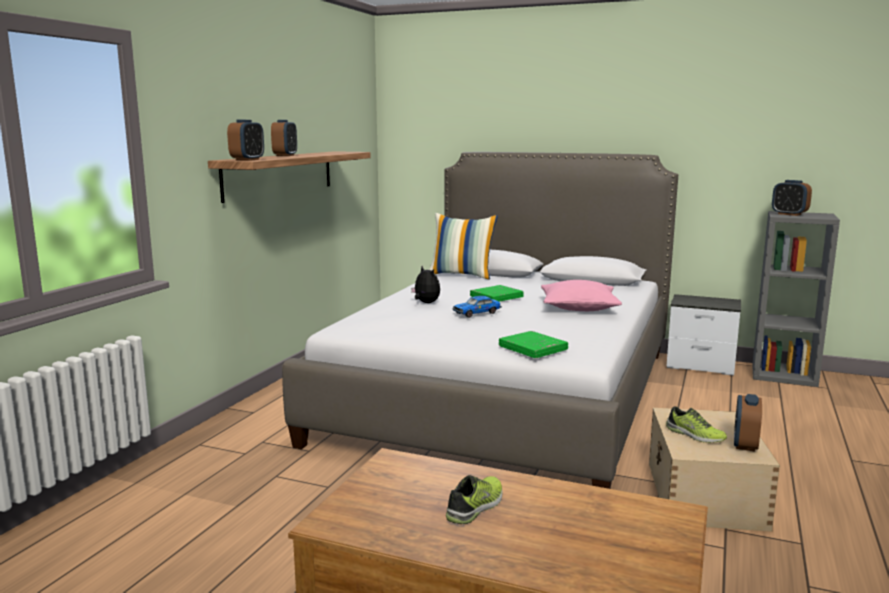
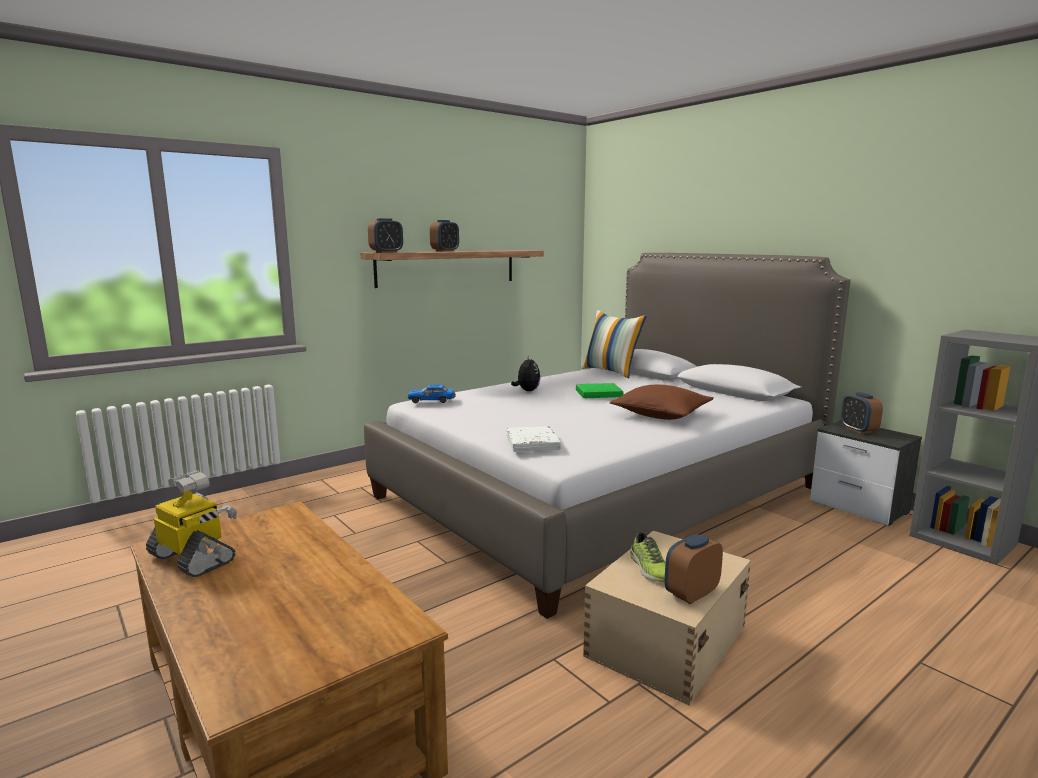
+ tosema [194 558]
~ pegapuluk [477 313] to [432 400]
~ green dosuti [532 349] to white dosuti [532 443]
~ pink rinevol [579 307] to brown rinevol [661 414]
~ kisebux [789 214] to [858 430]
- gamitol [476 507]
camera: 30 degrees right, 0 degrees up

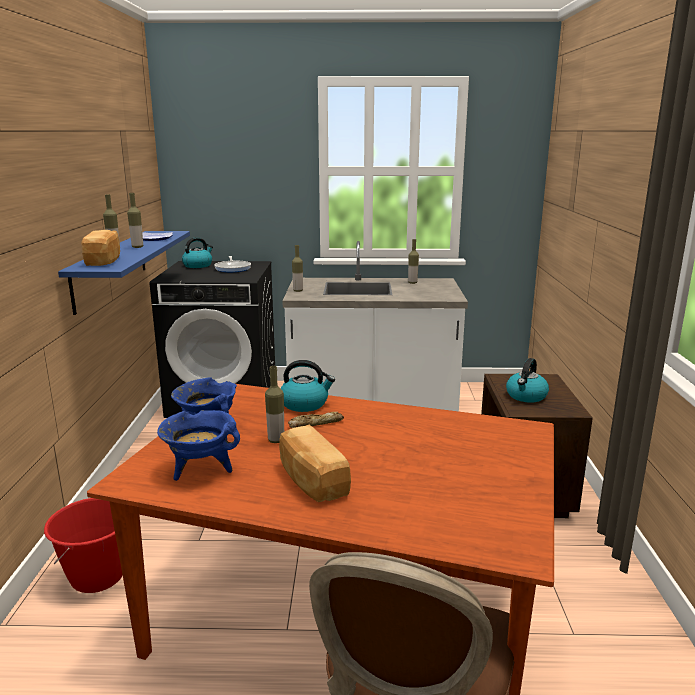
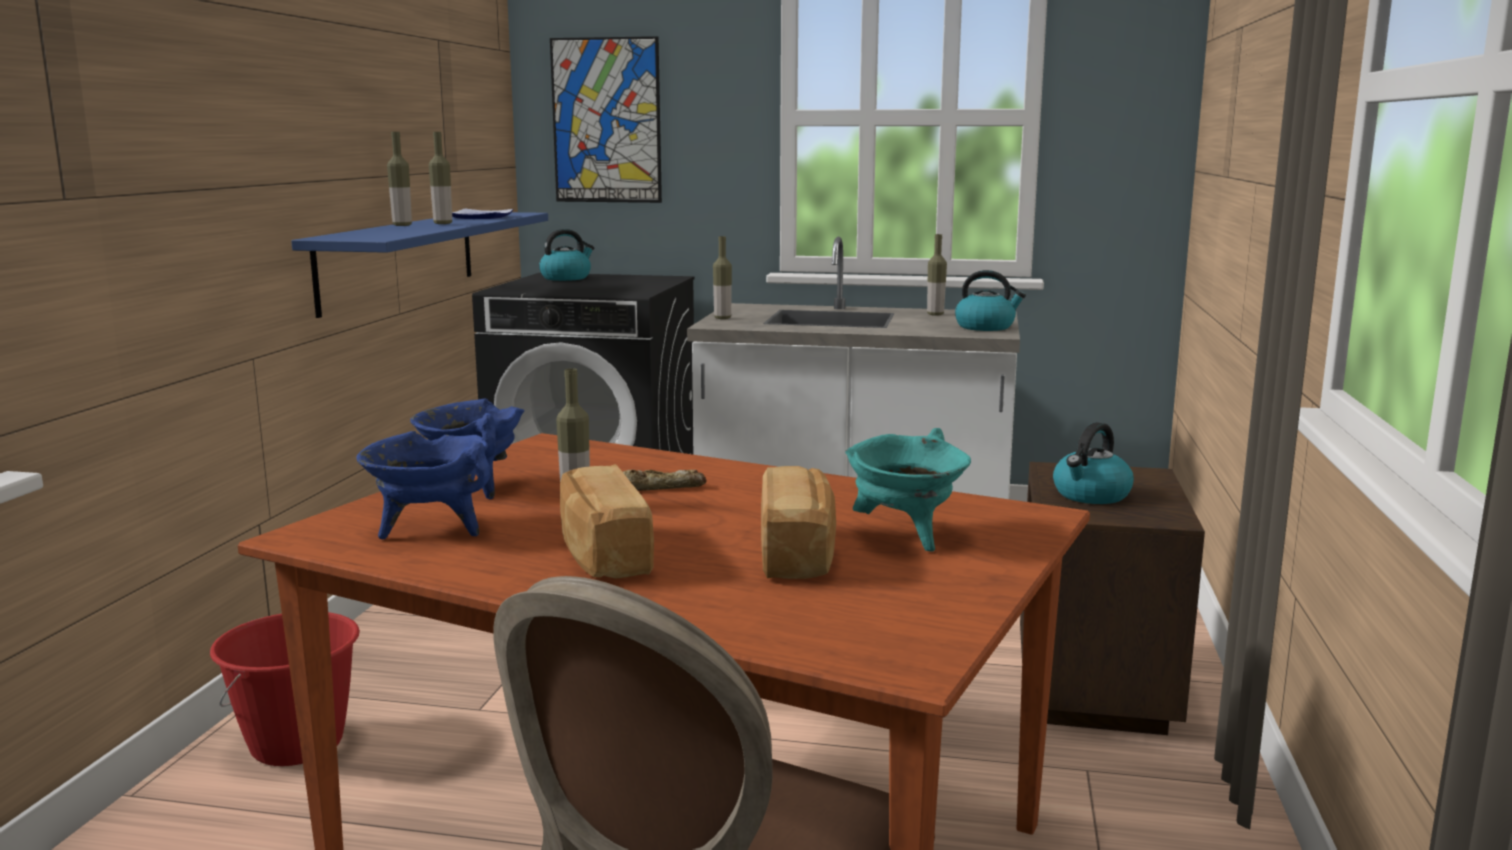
+ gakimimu [606 121]
~ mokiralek [105 260] to [798 553]
+ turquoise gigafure [905 536]
~ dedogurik [305 404] to [986 327]
- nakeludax [233 268]
camera: 10 degrees right, 5 degrees down

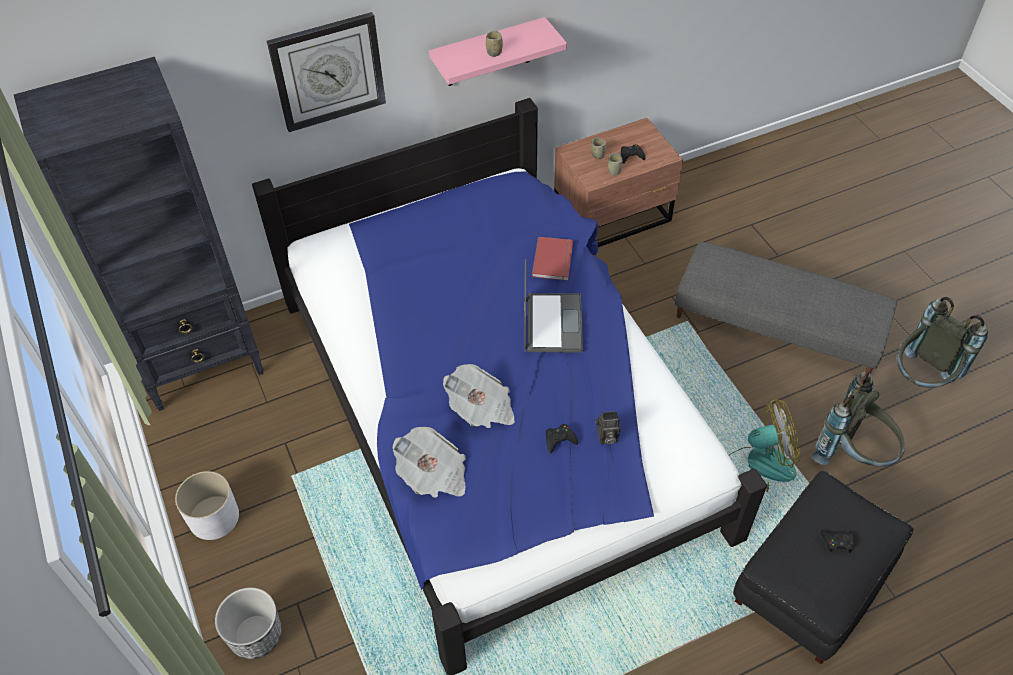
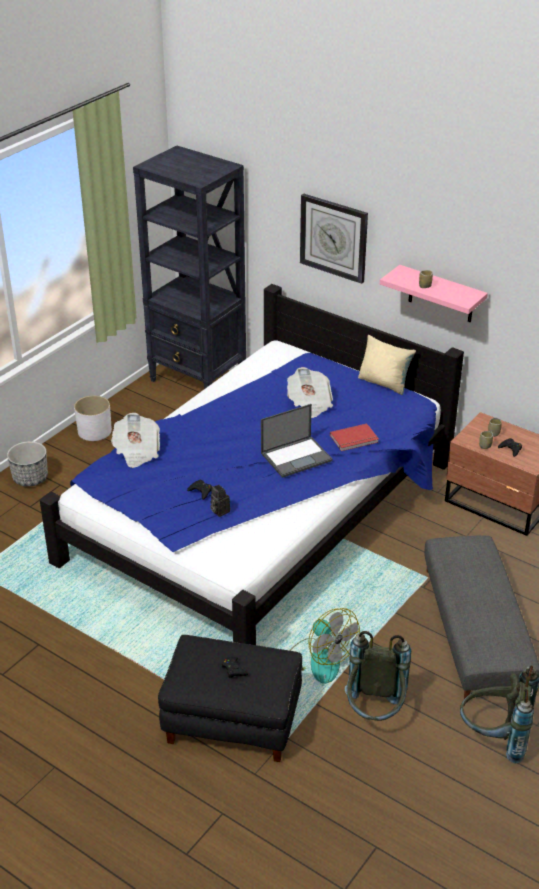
~ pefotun [481 409] to [309 403]
+ beige rinevol [384 383]
camera: 60 degrees right, 15 degrees down

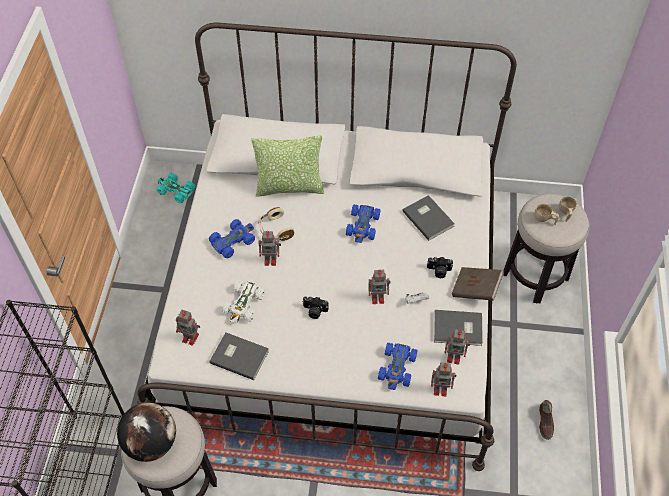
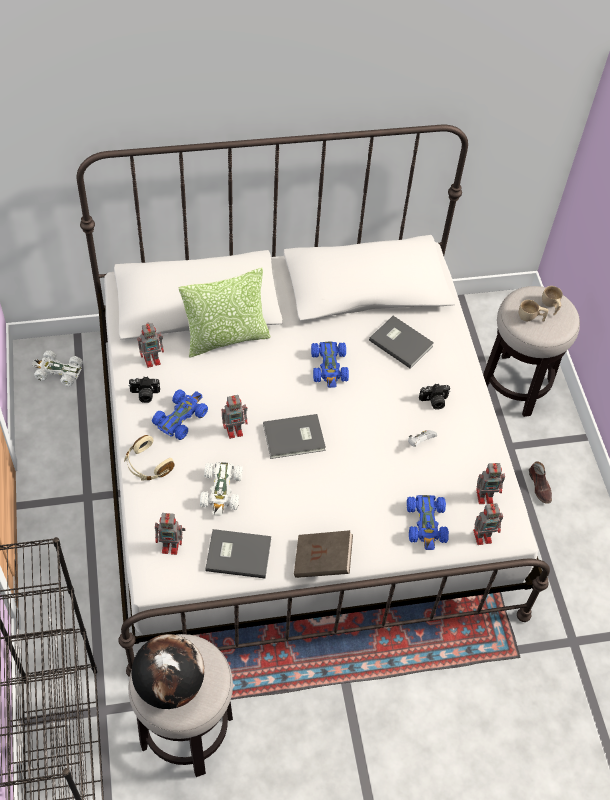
~ turquoise pegapuluk [176 191] to white pegapuluk [58 372]
~ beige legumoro [275 230] to [147 465]
~ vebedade [314 311] to [144 394]
~ tosema [378 297] to [153 359]
~ grey dosuti [458 329] to [295 438]
~ brown dosuti [475 290] to [322 561]
~ brown gamitol [545 422] to [540 486]
camera: 20 degrees left, 0 degrees up

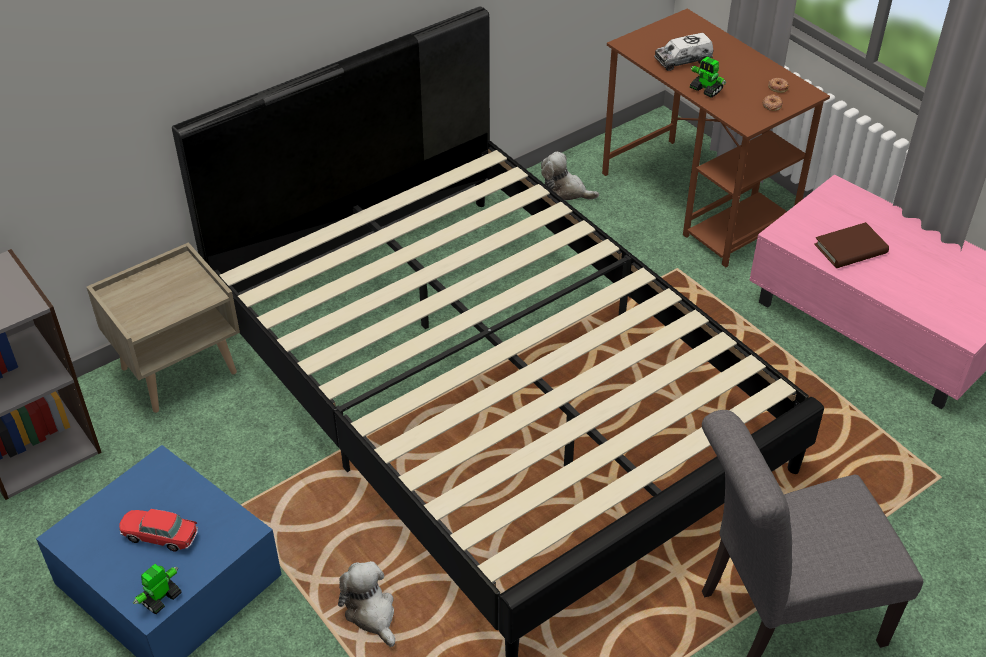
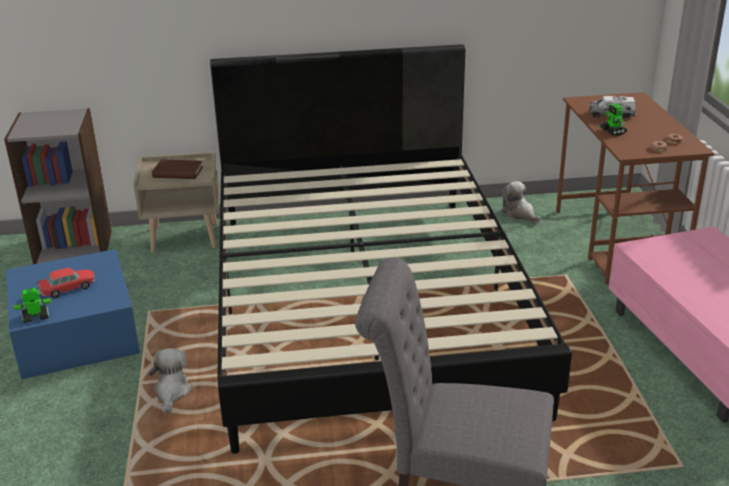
~ pegapuluk [160 535] = [68 289] 105 degrees clockwise
~ brown dosuti [850 249] to [178 172]
camera: 30 degrees right, 15 degrees down

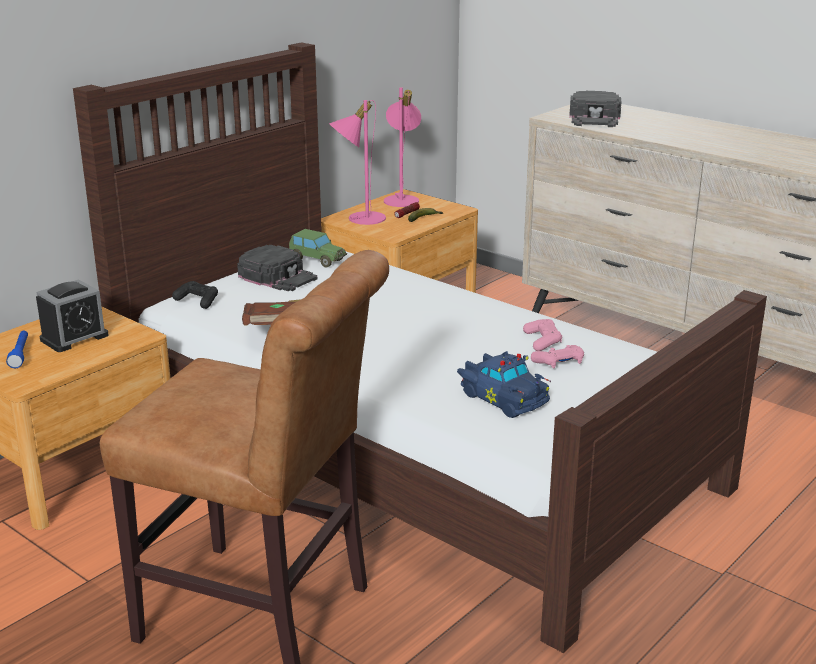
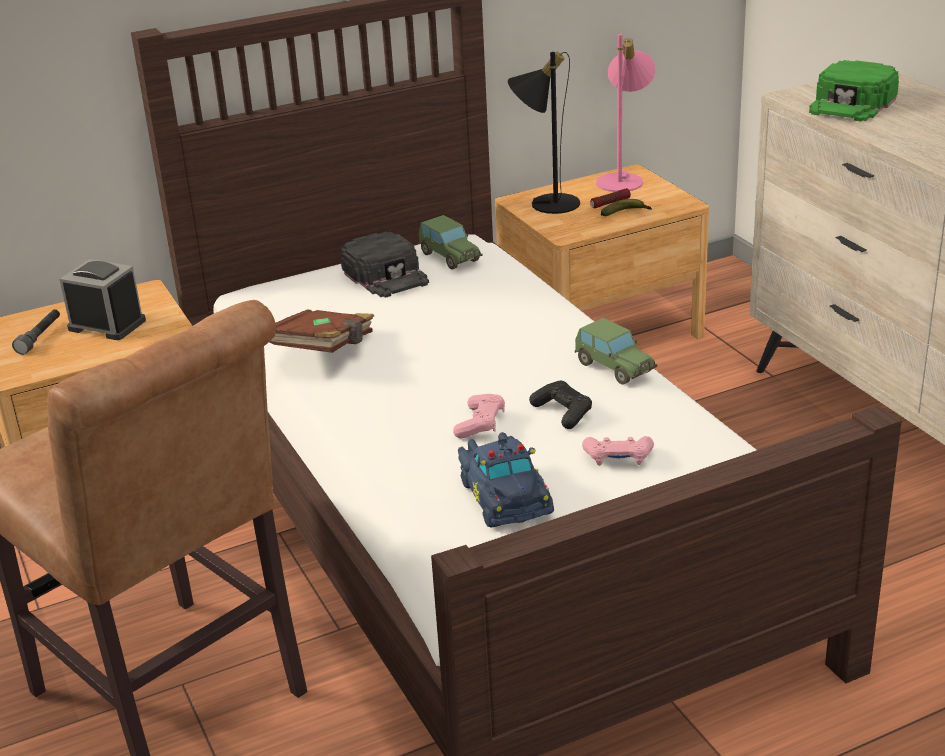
~ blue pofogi [20 354] to grey pofogi [40 337]
~ kisebux [74 337] = [107 325] 135 degrees counterclockwise
~ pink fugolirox [542 341] to [480 424]
~ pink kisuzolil [359 218] to black kisuzolil [546 202]
~ black fugolirox [197 301] to [562 412]
+ pegapuluk [614 367]
~ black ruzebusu [595 118] to green ruzebusu [852 103]
camera: 25 degrees right, 5 degrees up

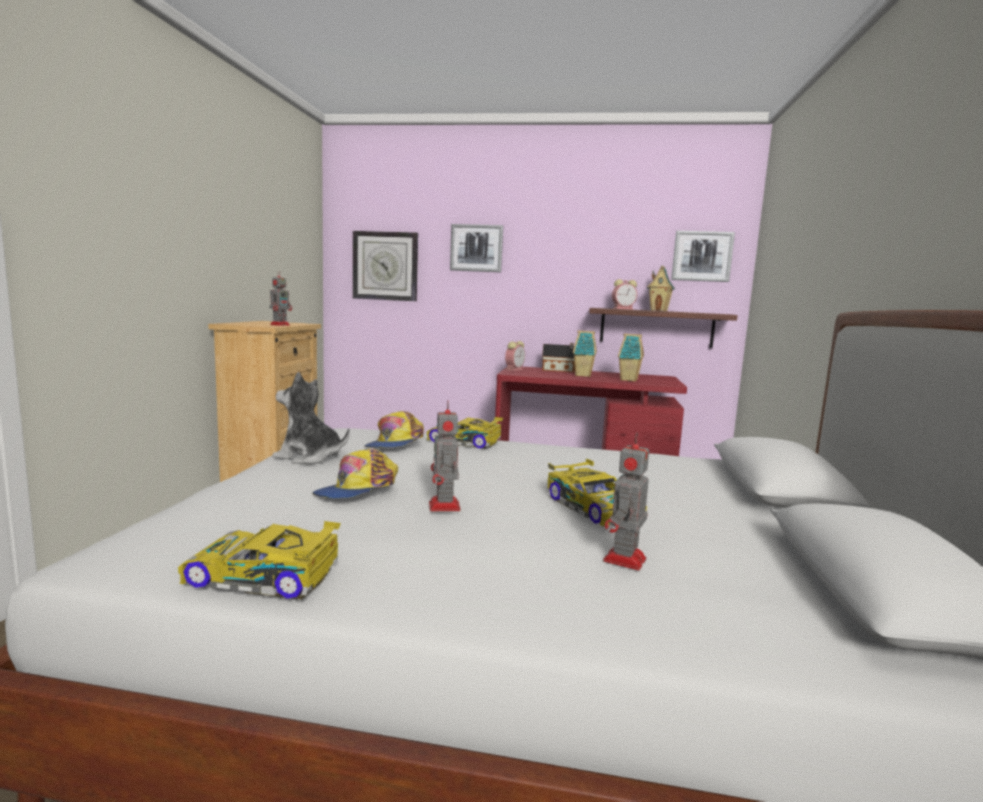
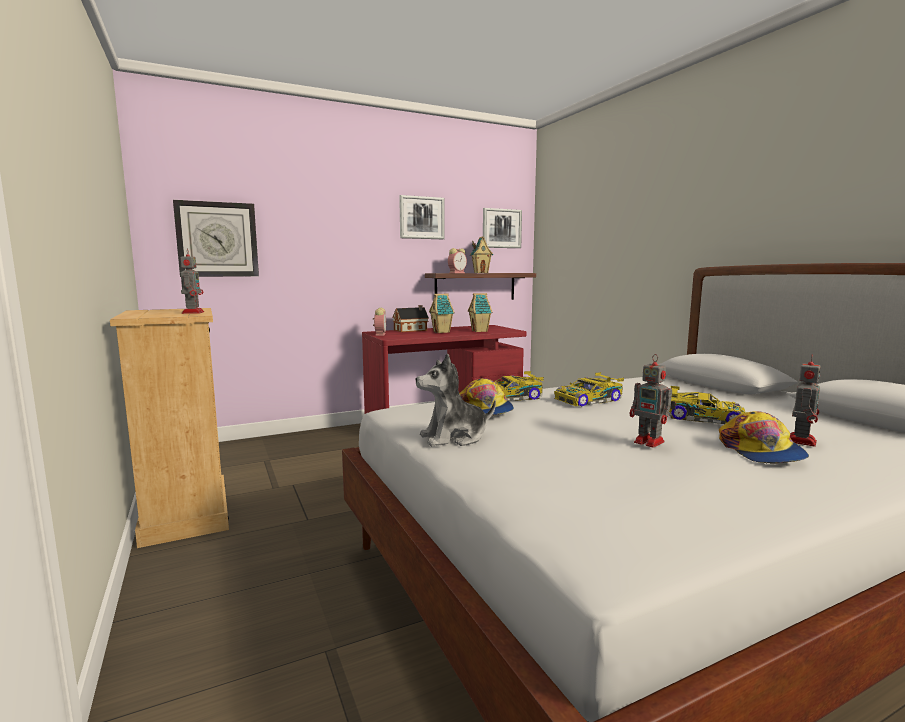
~ gakimimu [476 248] to [421 218]
~ pegapuluk [265 576] to [589 399]
~ ruzebusu [358 490] to [761 451]
~ tosema [624 561] = [801 441] 135 degrees counterclockwise
camera: 35 degrees left, 0 degrees up

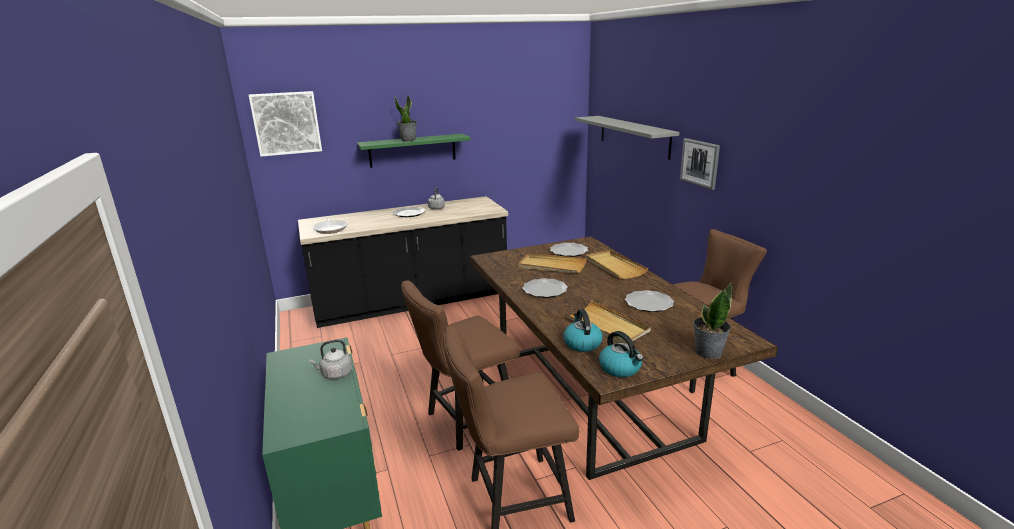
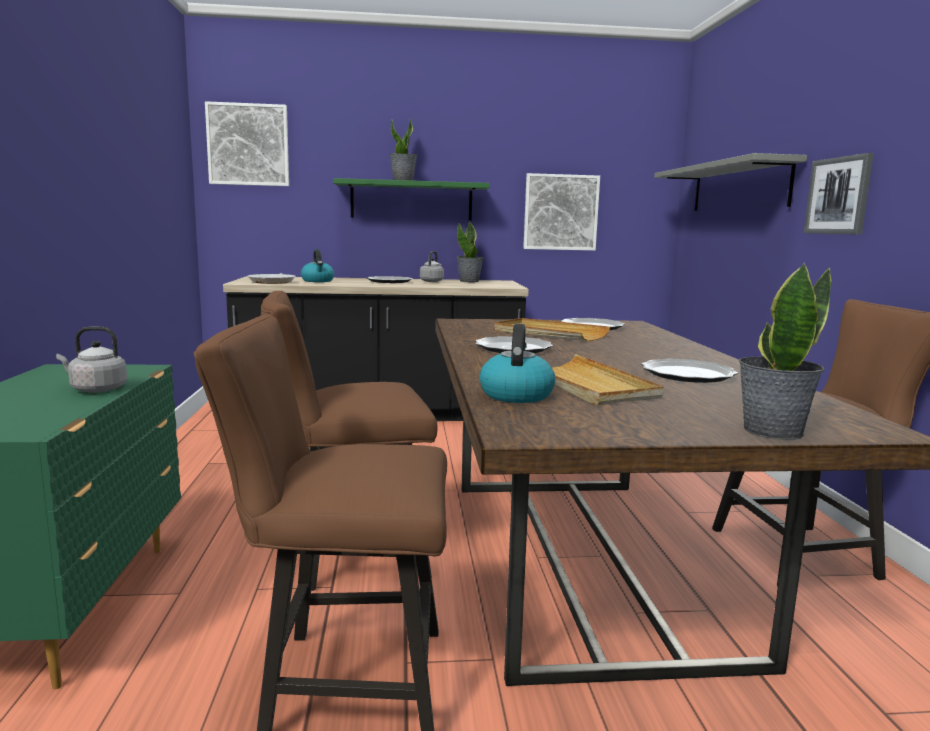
~ dedogurik [620 368] to [318 281]
+ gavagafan [469 281]
+ gakimimu [560 212]
- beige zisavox [614 266]
camera: 15 degrees right, 10 degrees down

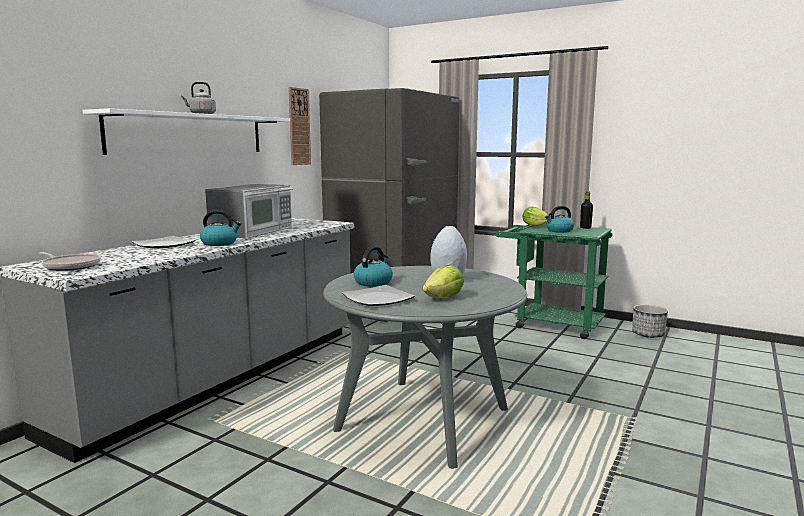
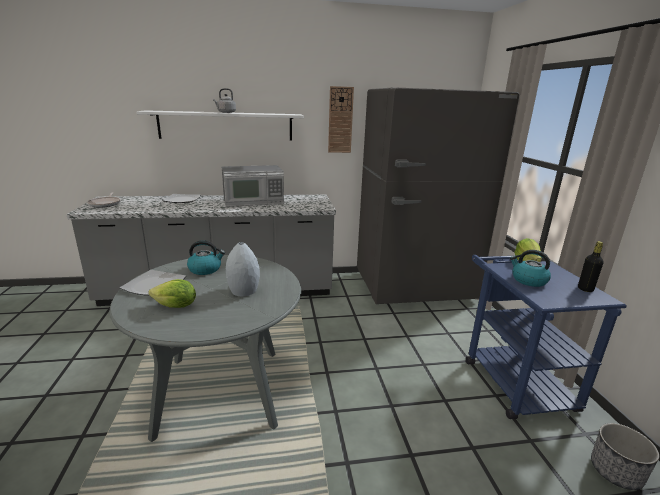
~ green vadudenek [550 324] to blue vadudenek [512 378]
- dedogurik [220 243]
camera: 50 degrees right, 10 degrees up

